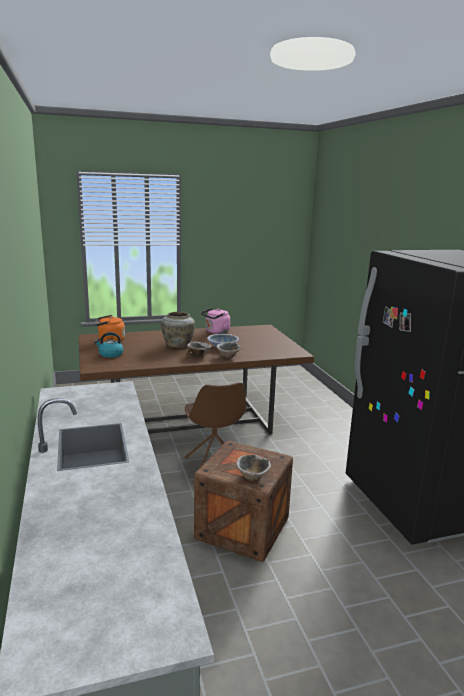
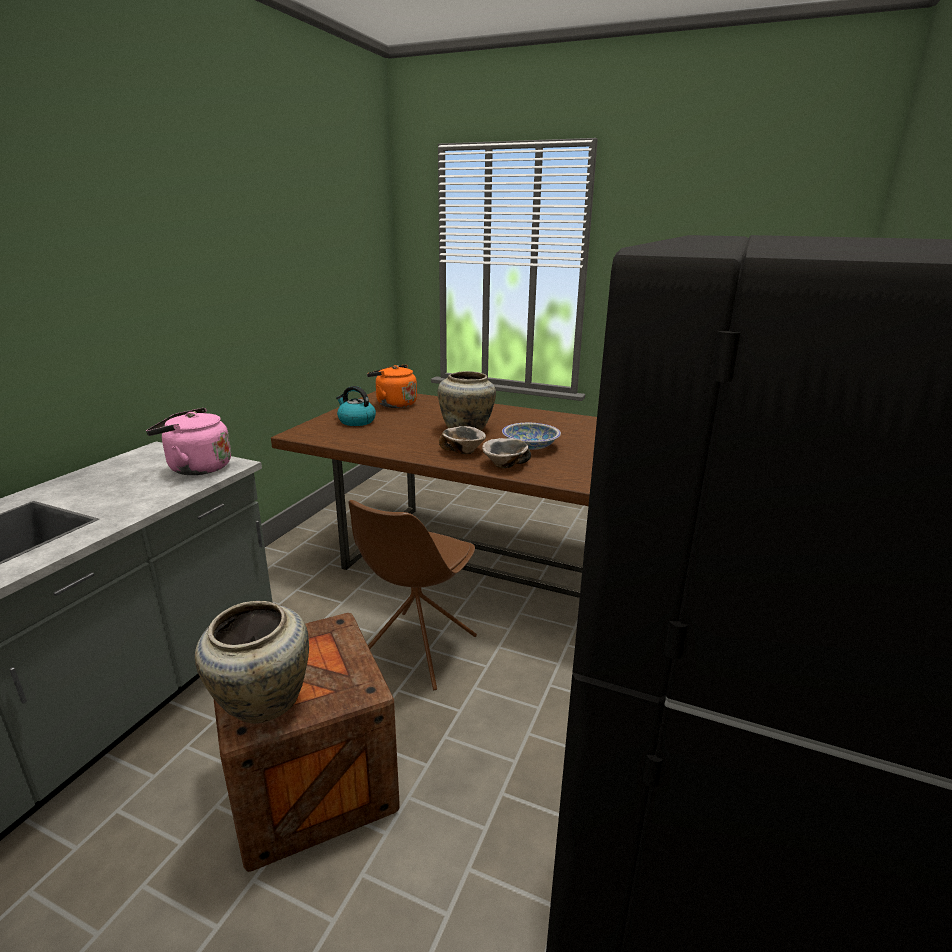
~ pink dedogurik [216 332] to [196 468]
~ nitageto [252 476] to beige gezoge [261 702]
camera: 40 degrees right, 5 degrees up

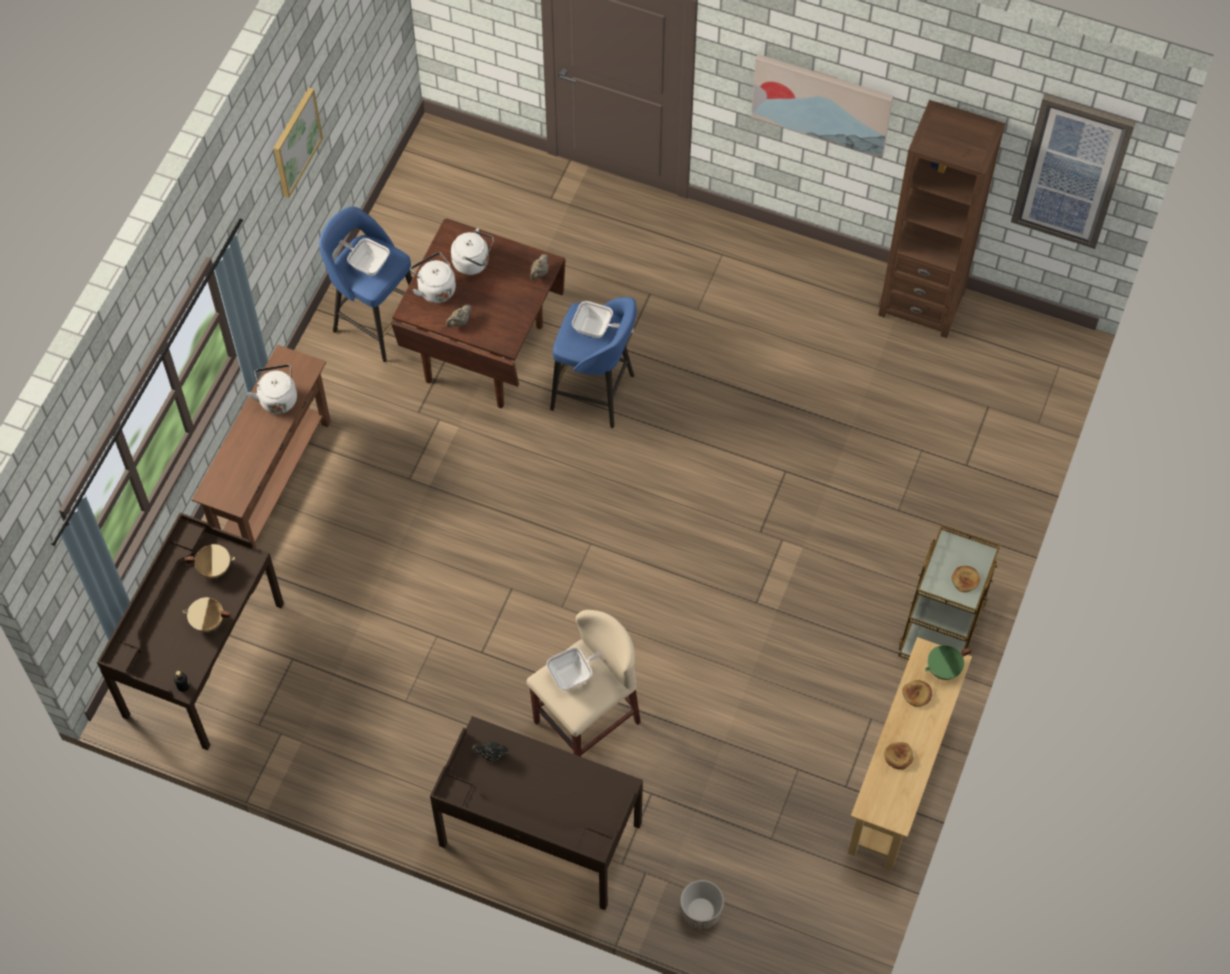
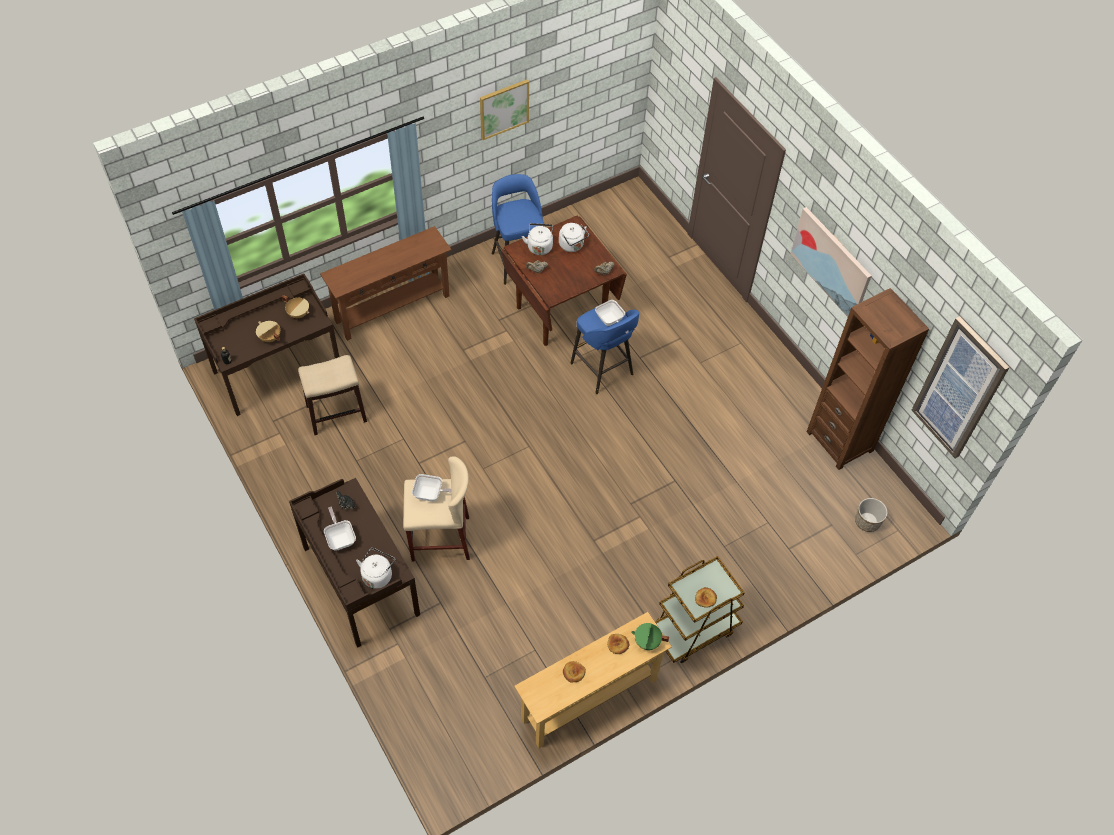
+ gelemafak [336 413]
~ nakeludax [366 263] to [340 538]
~ white dedogurik [277 398] to [378 575]
~ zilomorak [700 912] to [867 522]
camera: 35 degrees right, 5 degrees down

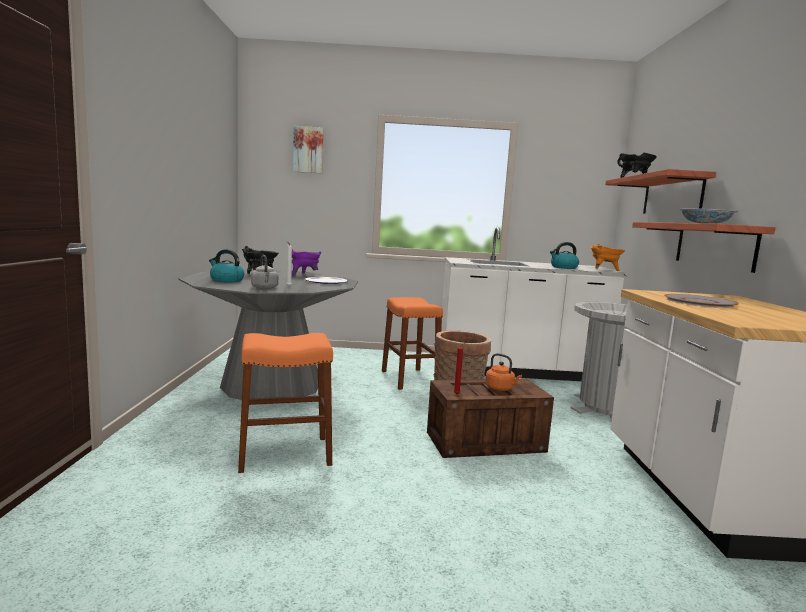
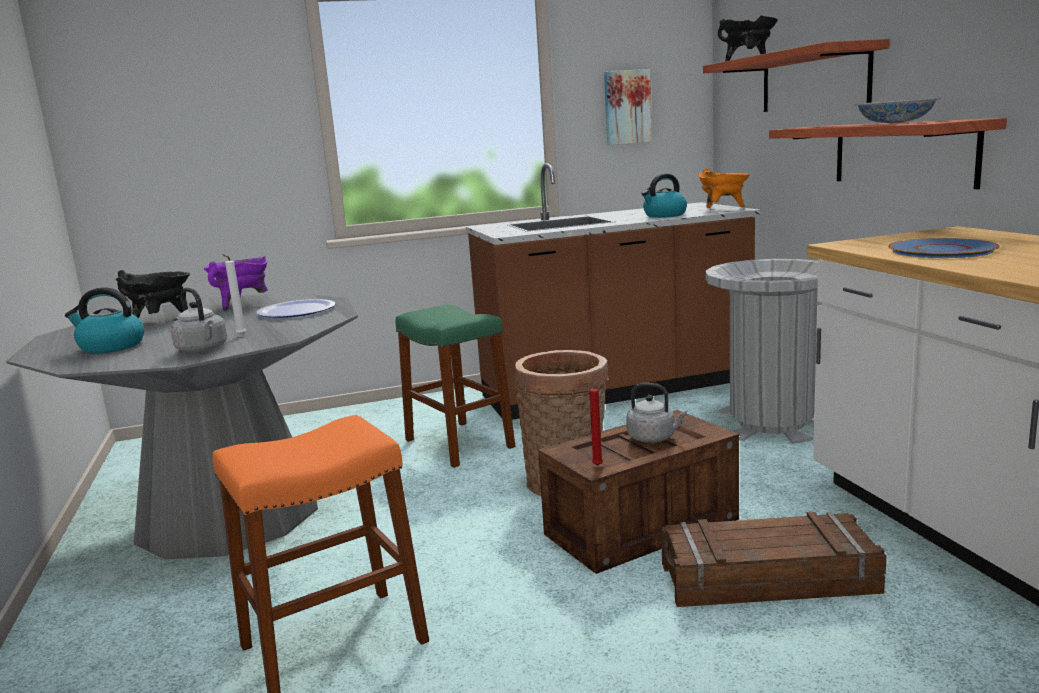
~ orange gelemafak [409 379] to green gelemafak [459 443]
~ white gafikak [519 372] to brown gafikak [616 391]
~ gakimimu [308 150] to [626 107]
~ orange dedogurik [501 389] to grey dedogurik [654 438]
+ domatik [767 578]
~ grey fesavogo [699 302] to blue fesavogo [942 250]
camera: 15 degrees left, 5 degrees up

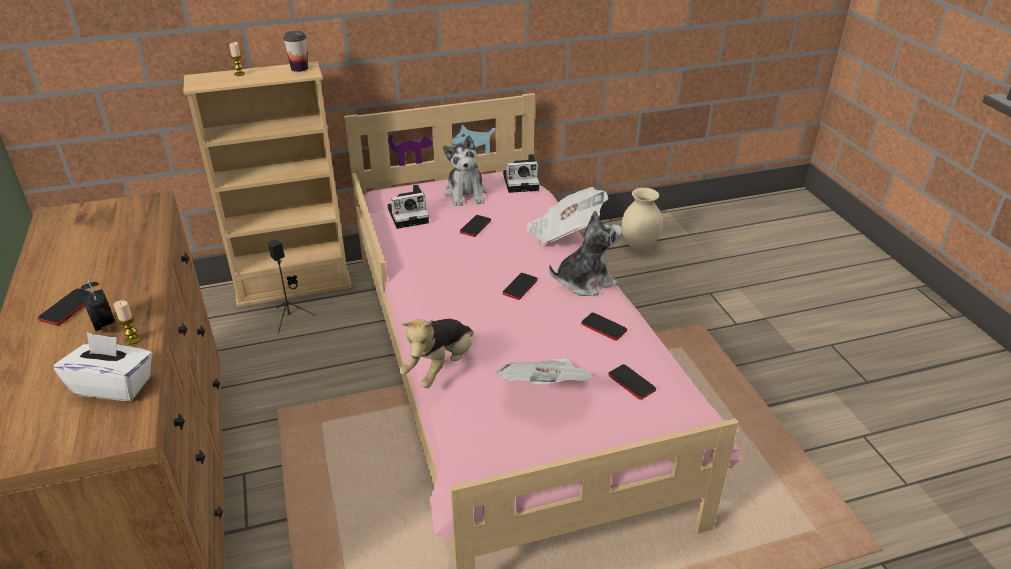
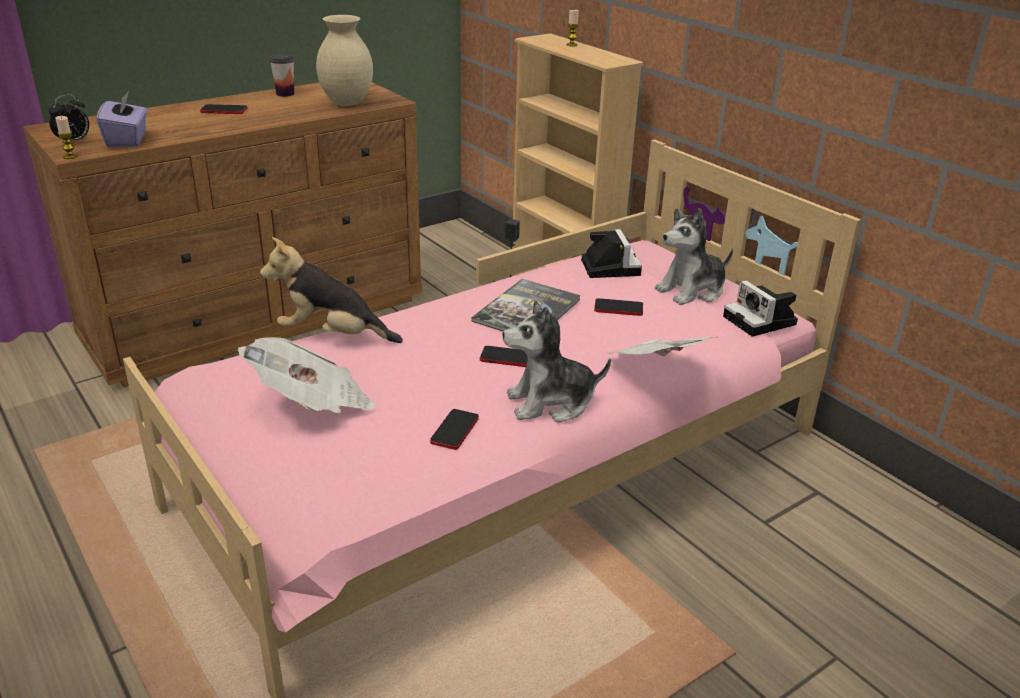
~ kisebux [104 326] to [74 142]
~ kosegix [133 339] to [70 156]
~ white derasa [114 385] to purple derasa [127 140]
~ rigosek [299 68] to [285 94]
~ beige gezoge [638 245] to [347 103]
+ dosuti [527 311]
~ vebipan [584 282] = [551 403] 120 degrees clockwise
~ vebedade [409 215] = [609 267] 150 degrees counterclockwise
- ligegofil [631 382]
camera: 70 degrees right, 5 degrees down

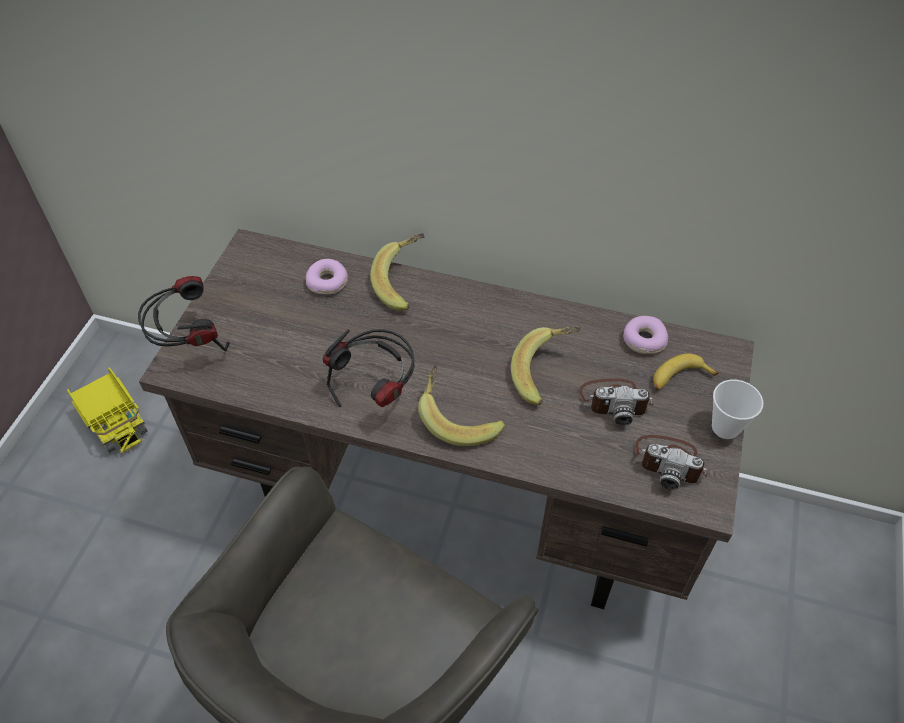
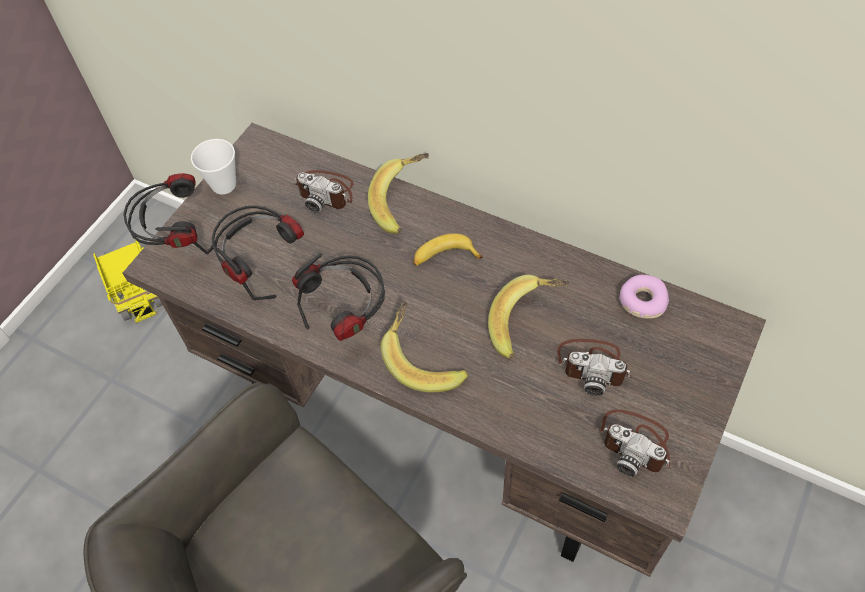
~ rigosek [725 427] to [224 185]
+ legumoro [262 267]
~ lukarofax [328 282] to vebedade [326 192]
~ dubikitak [679 378] to [444 257]
camera: 15 degrees right, 5 degrees up

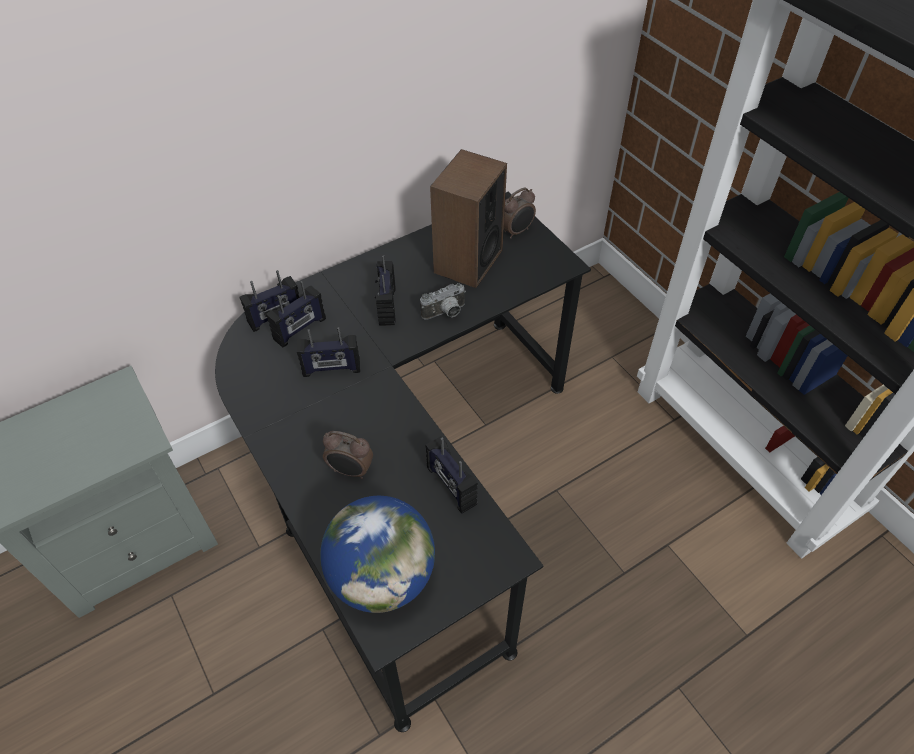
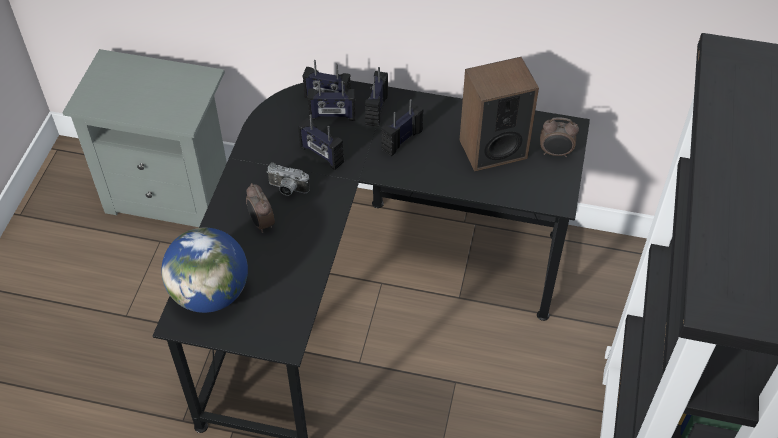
~ vebedade [445 313] to [287 189]
~ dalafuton [450 486] to [376 109]
camera: 45 degrees right, 0 degrees up

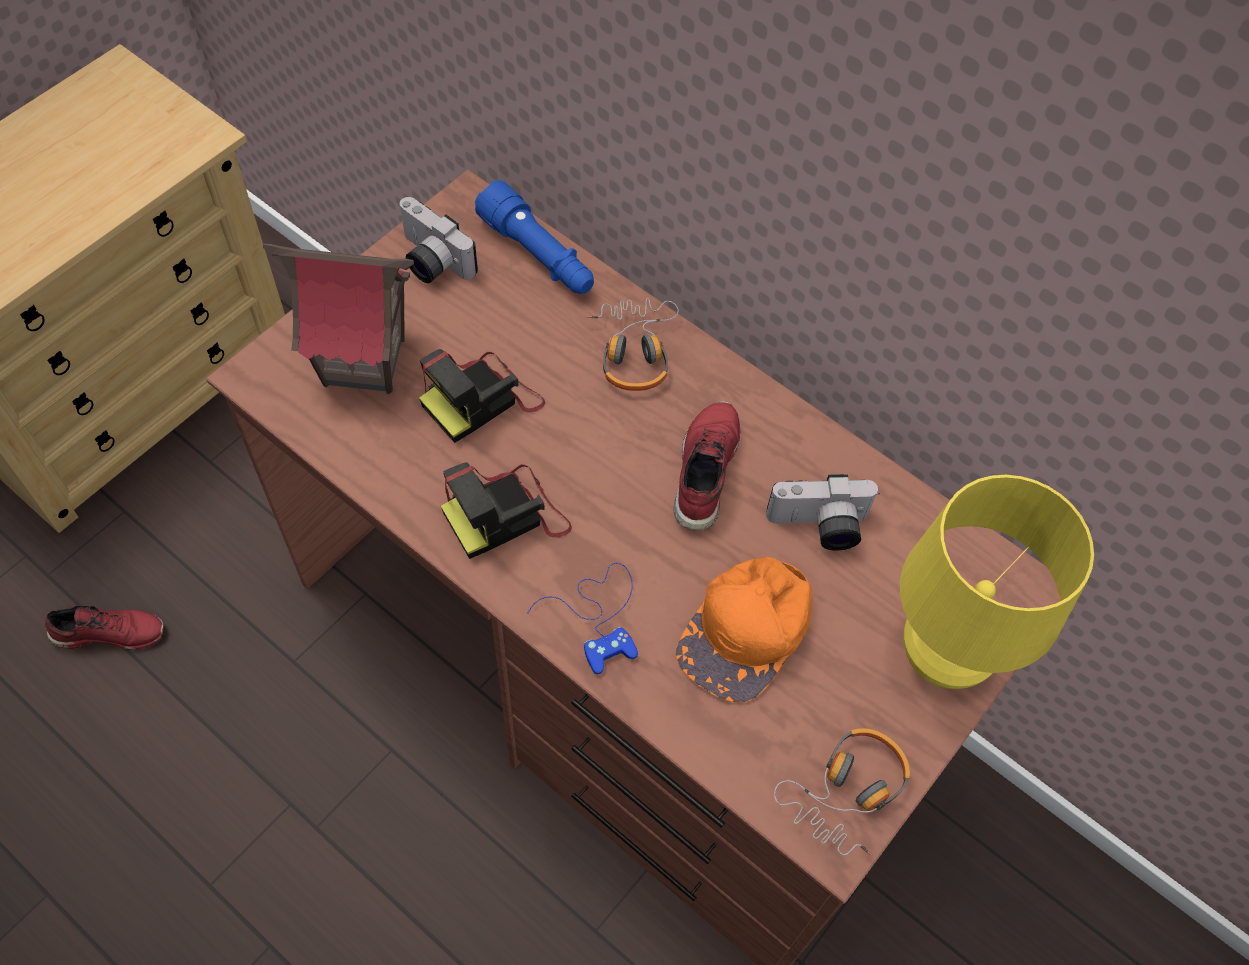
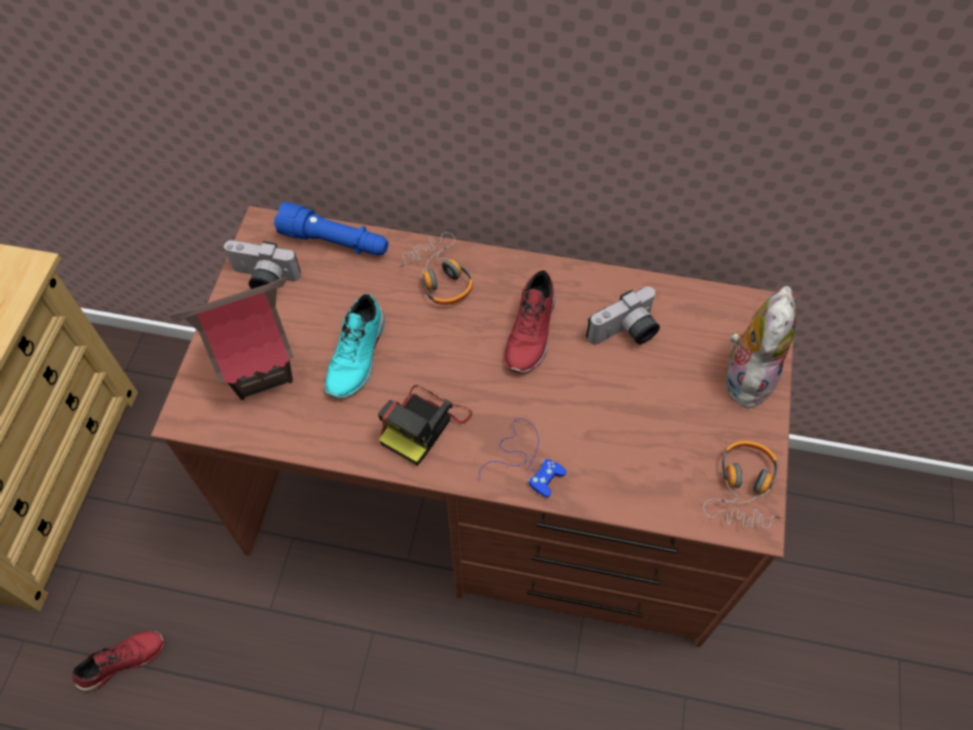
~ vebedade [482 399] to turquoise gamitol [358 356]
~ red gamitol [703 470] = [532 332] 150 degrees counterclockwise
~ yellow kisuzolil [942 656] to vebipan [746 375]
- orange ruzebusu [747 630]
camera: 25 degrees left, 0 degrees up

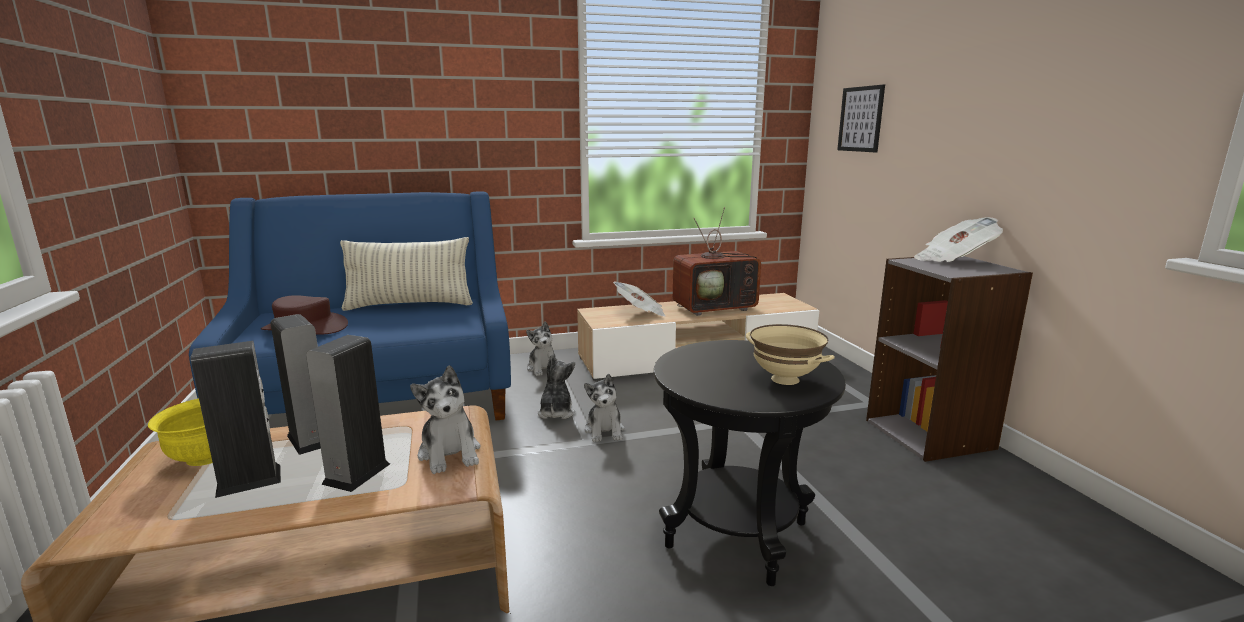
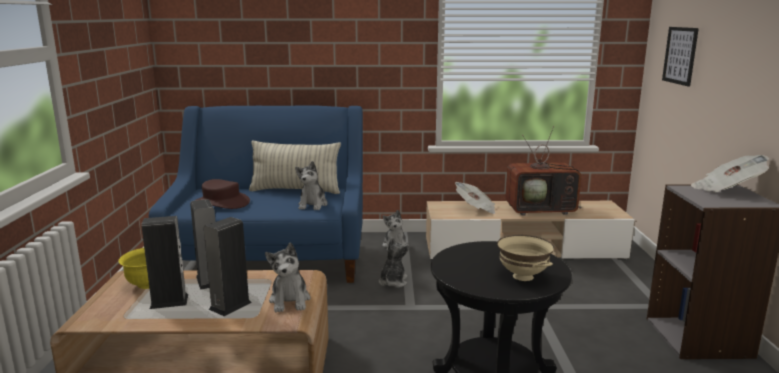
~ vebipan [605 430] to [313 205]
camera: 15 degrees right, 0 degrees up

